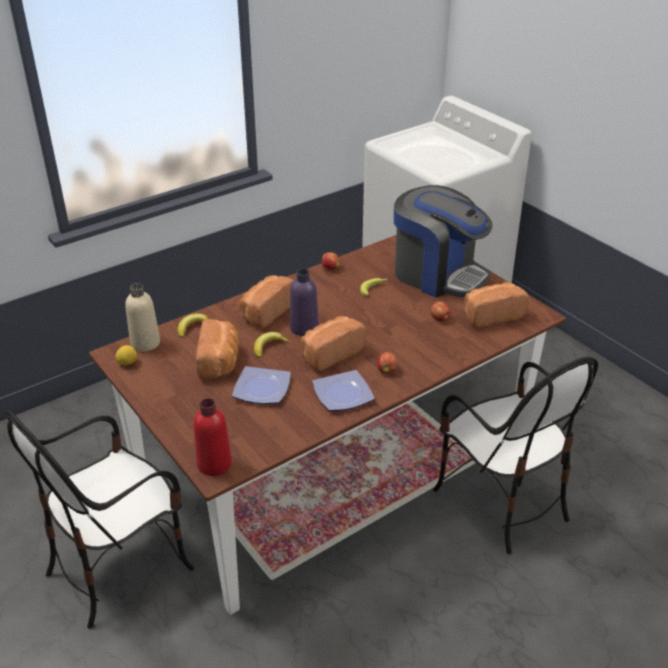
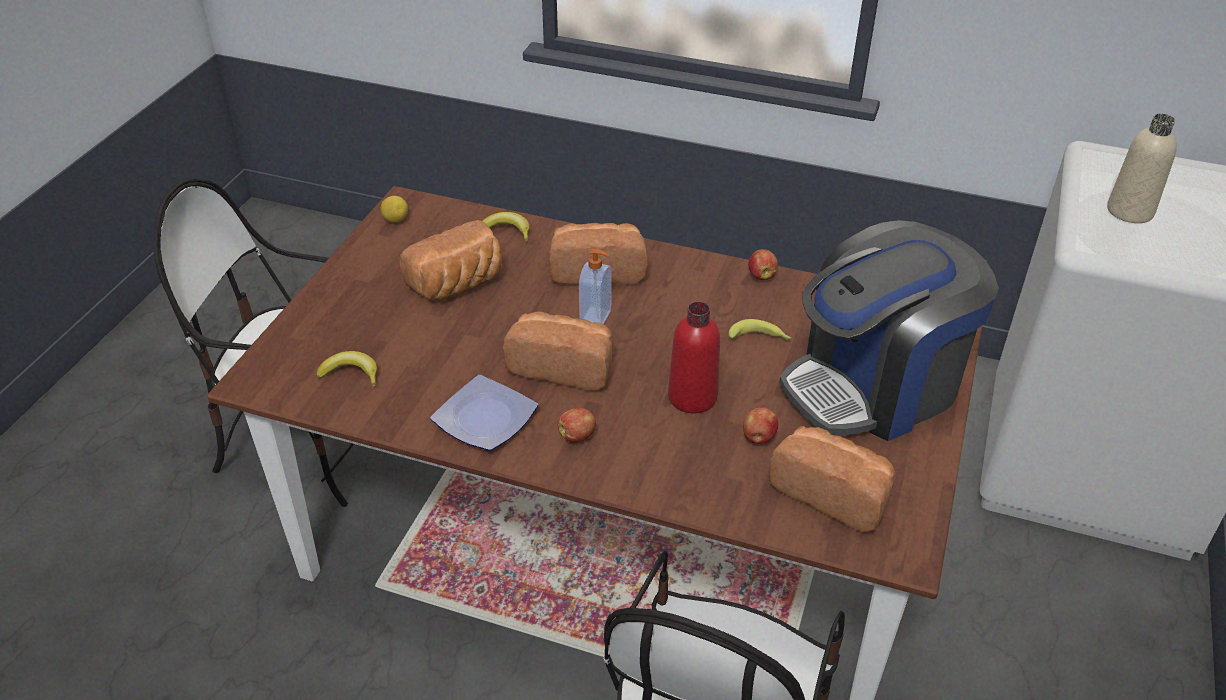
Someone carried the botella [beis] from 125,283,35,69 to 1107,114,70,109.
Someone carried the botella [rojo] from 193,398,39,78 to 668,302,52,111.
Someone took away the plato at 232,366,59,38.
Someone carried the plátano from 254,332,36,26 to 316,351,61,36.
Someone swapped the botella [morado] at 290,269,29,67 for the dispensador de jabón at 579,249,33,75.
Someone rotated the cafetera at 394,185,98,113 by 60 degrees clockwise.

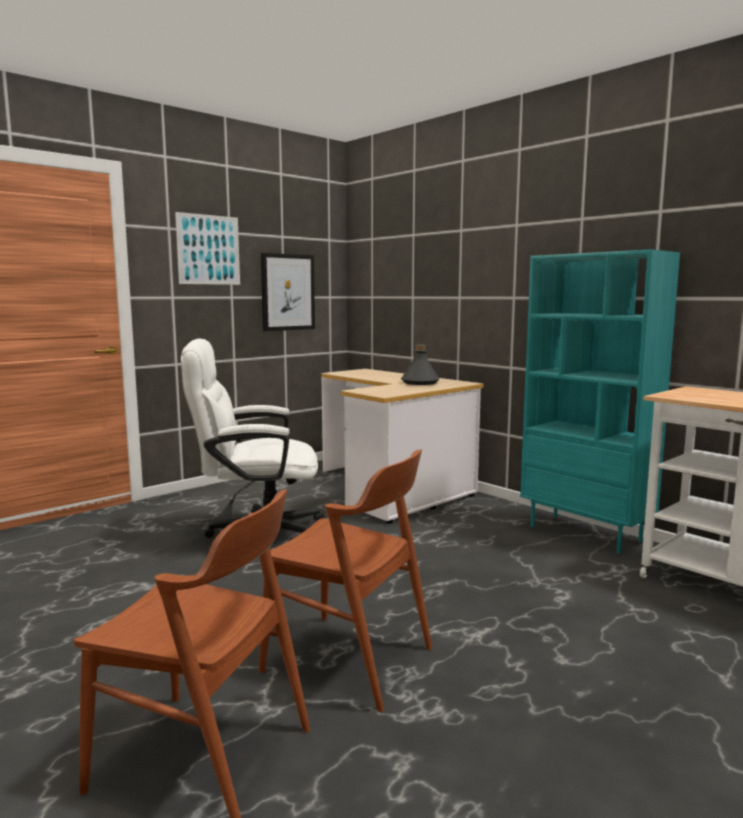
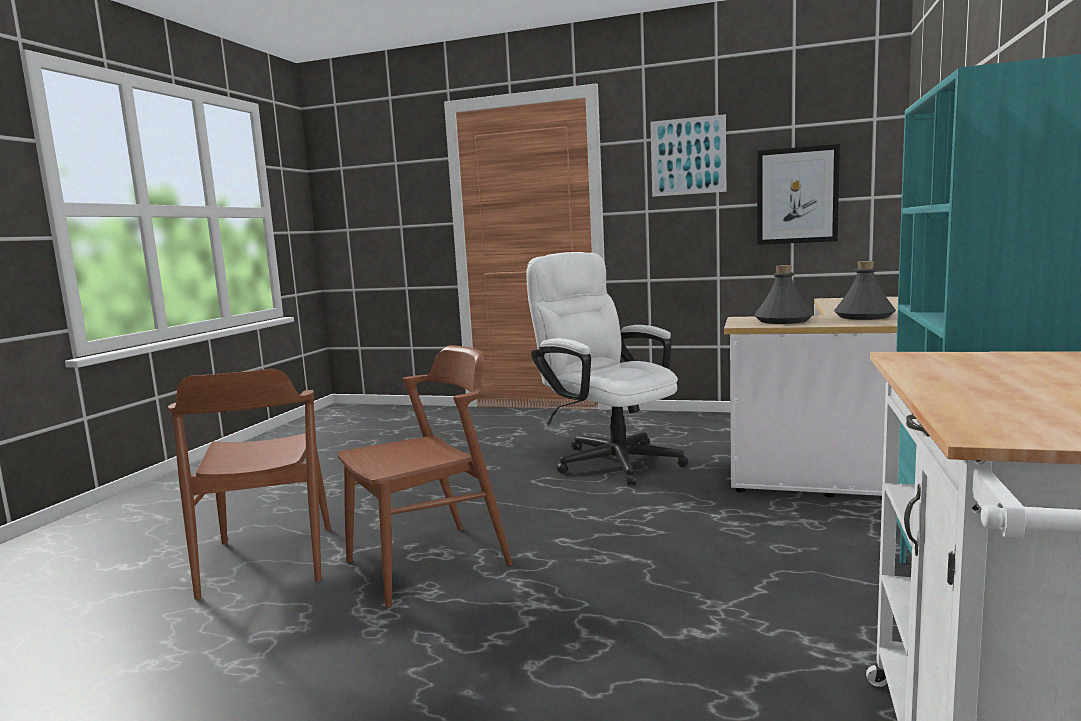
Someone rotated the silla [marrón] at 259,449,173,263 by 120 degrees counterclockwise.
Someone put down the botella [gris] at 754,265,59,59.

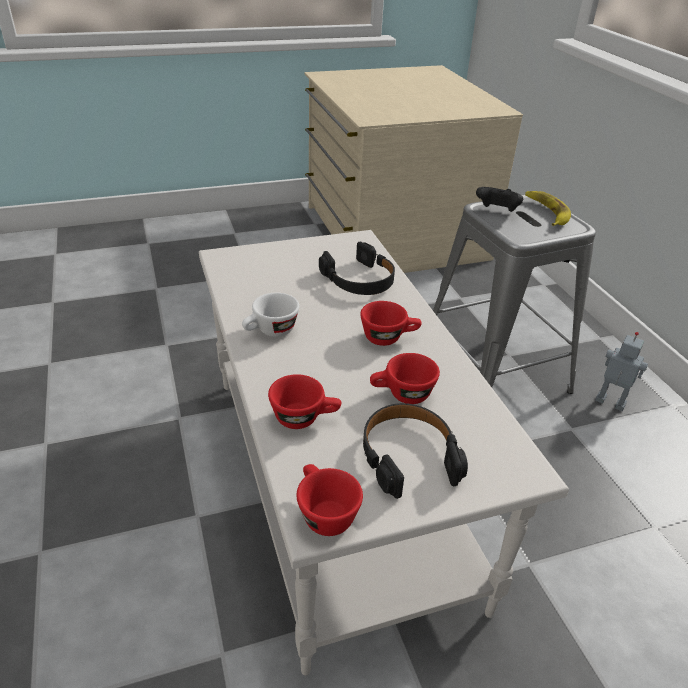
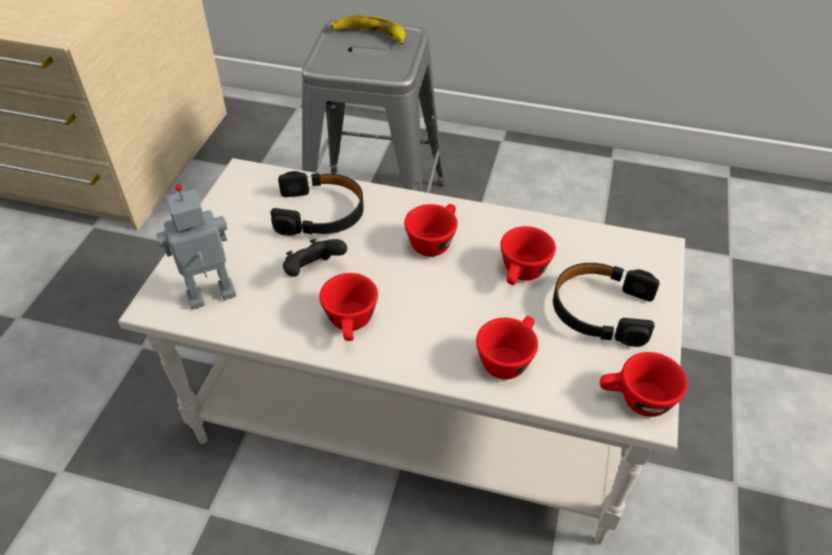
Someone repainted the taza [blanco] at 242,293,57,44, which became the taza [rojo] at 319,273,59,68.
Someone carried the mando de consola [negro] from 476,187,47,25 to 283,238,64,39.
Someone carried the robot de juguete from 595,332,53,79 to 157,185,79,124.

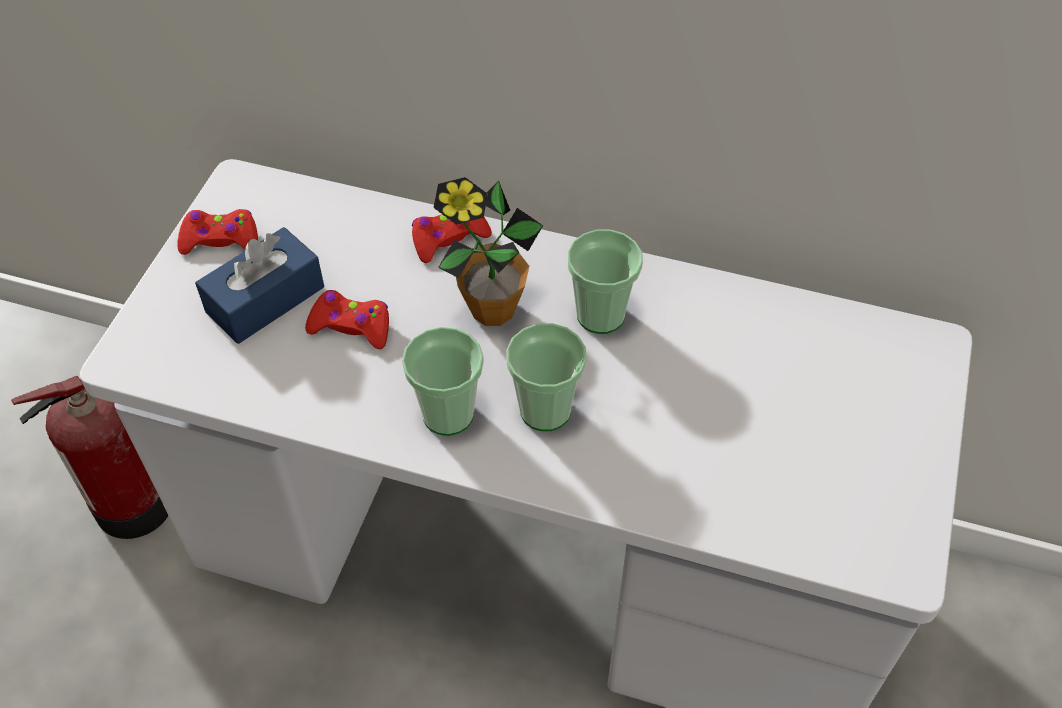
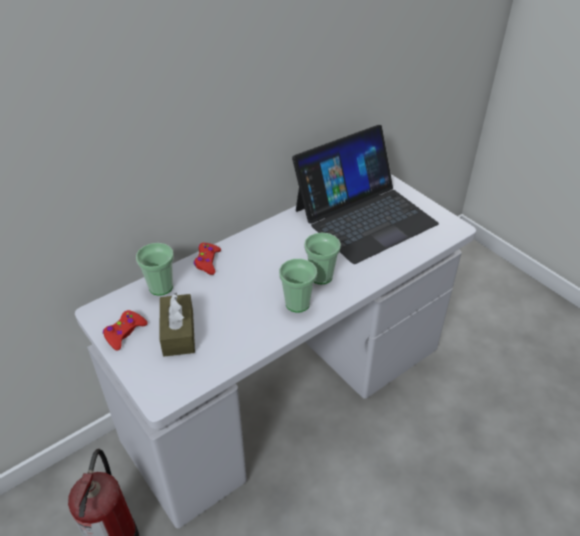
Someone repainted the caja de pañuelos [azul] at 195,227,129,117, which became the caja de pañuelos [marrón] at 160,293,35,64.
Someone took away the mando de consola [rojo] at 305,290,84,59.
Someone took away the planta en maceta at 433,177,110,149.
Someone carried the taza from 568,230,75,104 to 136,243,38,53.
Someone put down the portátil at 292,125,147,139.

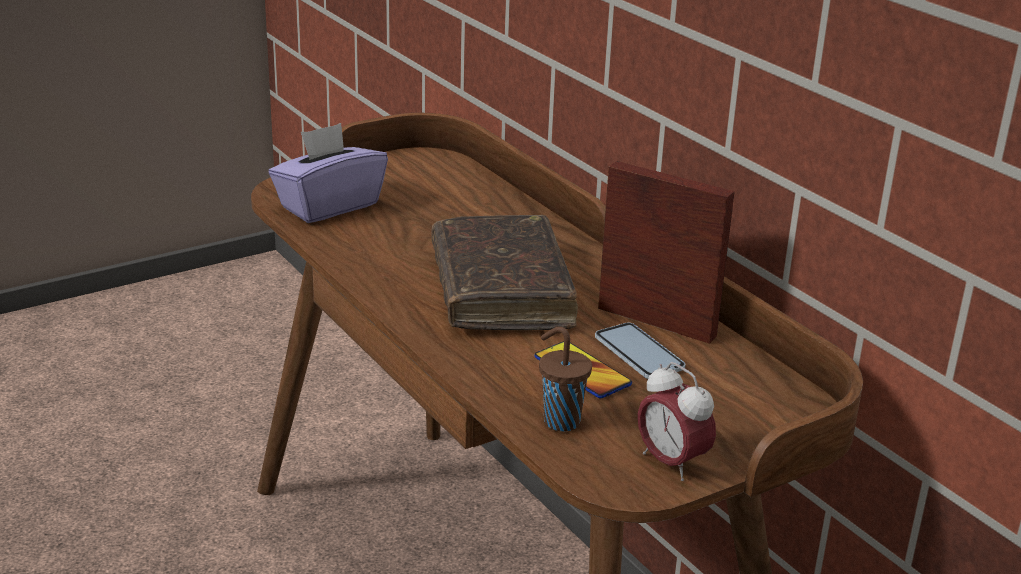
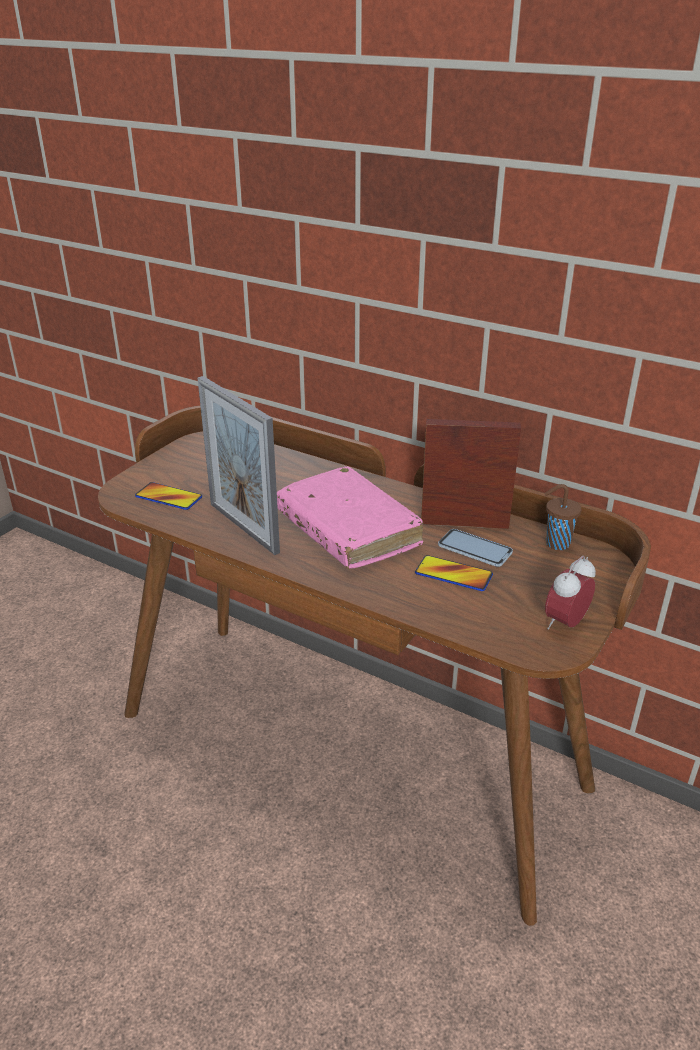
Someone swapped the caja de pañuelos [morado] at 269,123,119,100 for the móvil at 135,482,67,28.
Someone repainted the libro [marrón] at 431,215,147,115, which became the libro [rosa] at 277,466,146,103.
Someone carried the taza [marrón] from 539,326,53,105 to 544,484,38,66.
Someone rotated the despertador at 638,362,78,119 by 105 degrees clockwise.
Someone put down the portarretratos at 197,376,83,179.

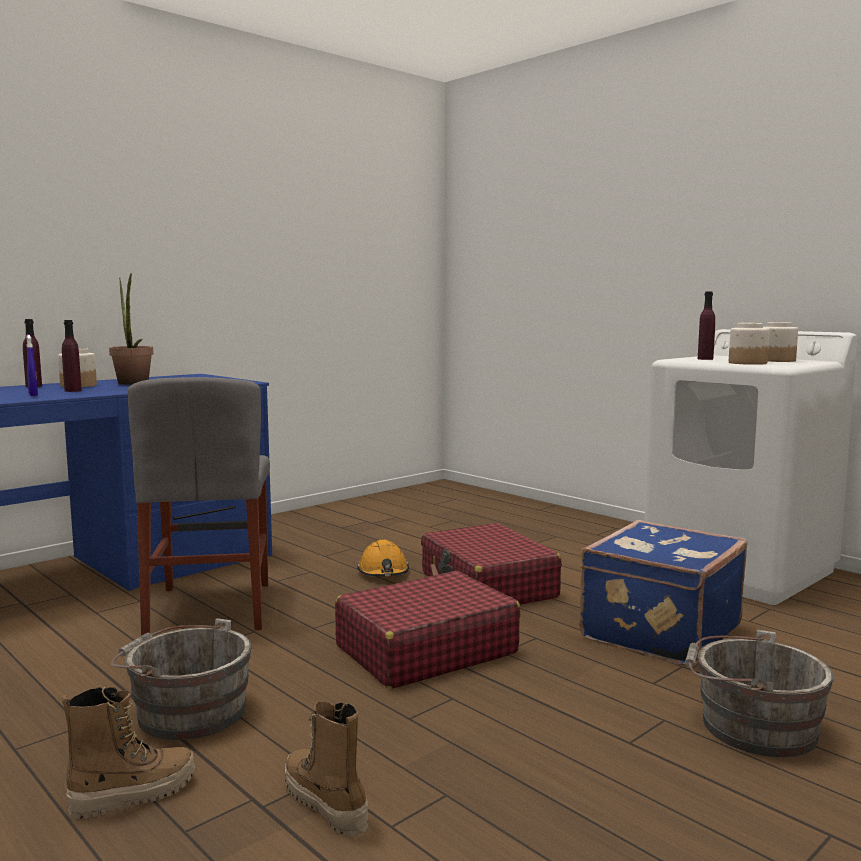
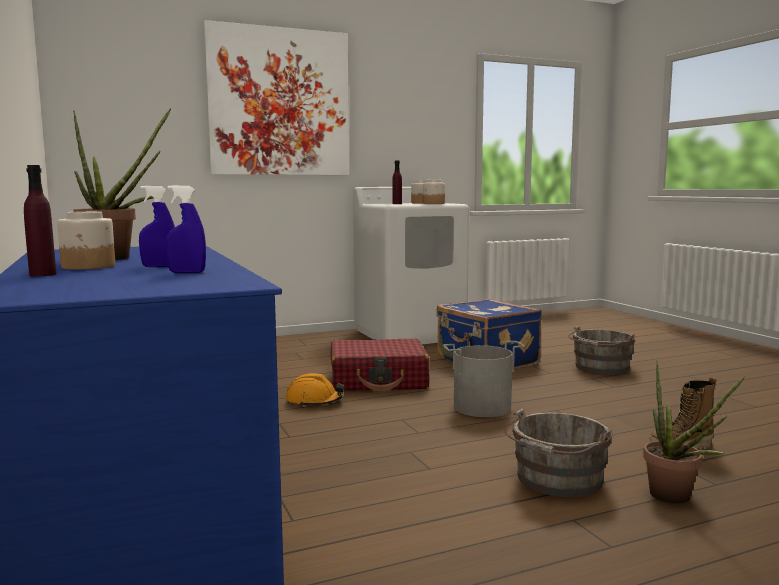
Someone swapped the botella [morado] at 62,320,20,72 for the pulverizador [azul] at 139,185,36,82.
Someone swapped the bota at 62,687,133,132 for the planta en maceta at 643,360,102,144.
Someone took away the silla [gris] at 128,377,142,259.
Someone swapped the maleta [rojo] at 335,571,186,118 for the cubo [gris] at 443,341,82,76.
Someone put up the cuadro at 203,20,147,155.

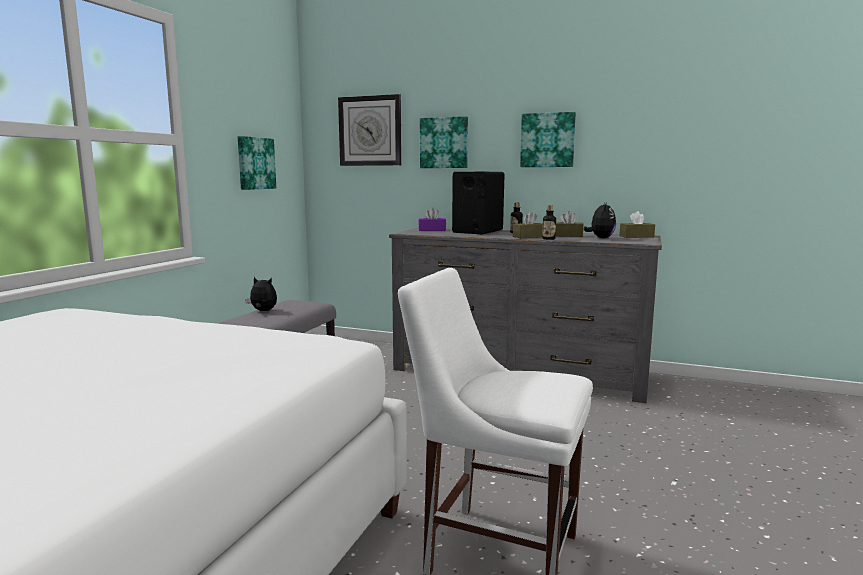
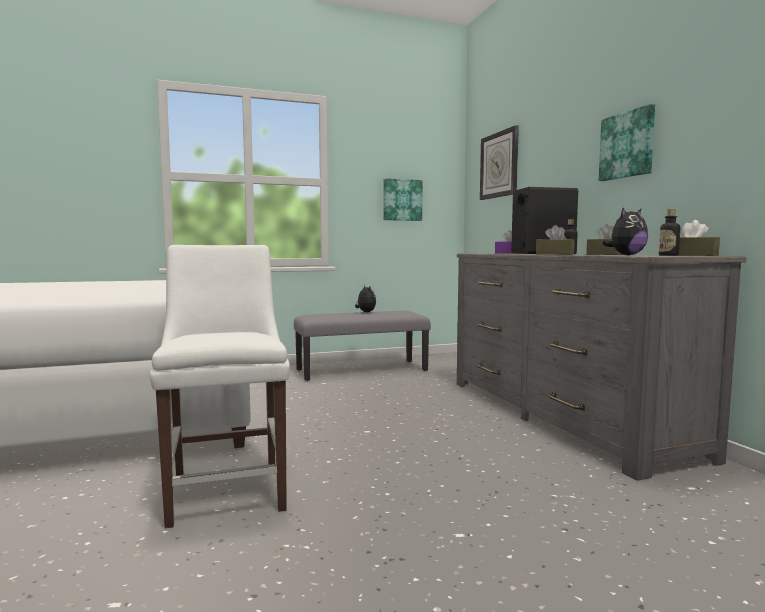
Someone took away the cuadro at 420,116,48,52.
Someone carried the botella from 542,205,14,35 to 659,209,21,47.

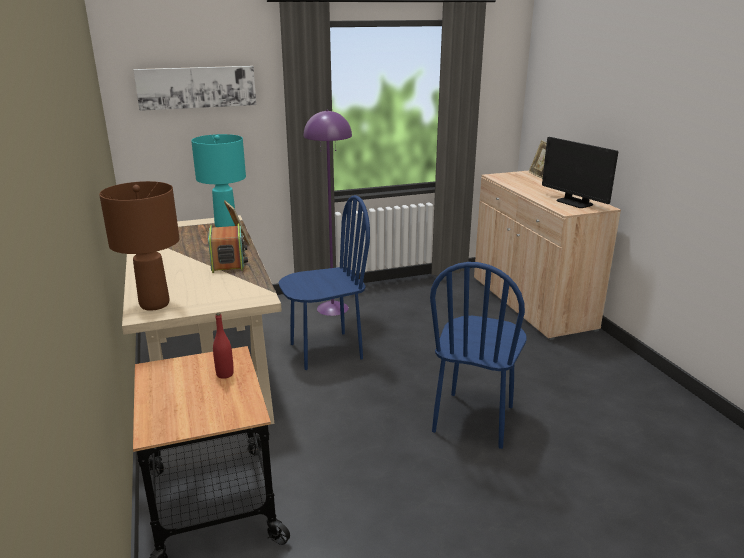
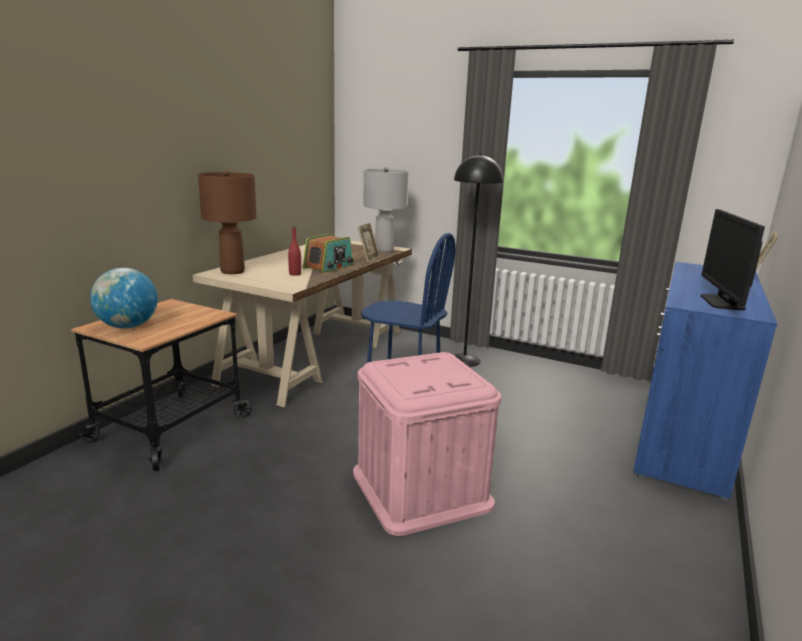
Someone took away the cuadro at 133,66,123,45.
Someone repainted the lámpara de mesa [turquesa] at 191,134,55,93, which became the lámpara de mesa [gris] at 363,167,45,86.
Someone carried the botella [rojo] from 213,313,21,66 to 288,227,13,49.
Someone repainted the lámpara de pie [morado] at 304,110,48,206, which became the lámpara de pie [negro] at 454,154,49,213.
Someone swapped the silla [azul] at 430,262,97,187 for the caja de almacenaje [rosa] at 353,352,148,184.
Someone repainted the armario [beis] at 474,171,147,169, which became the armario [azul] at 633,262,144,240.
Someone put down the globo terráqueo at 90,268,68,61.

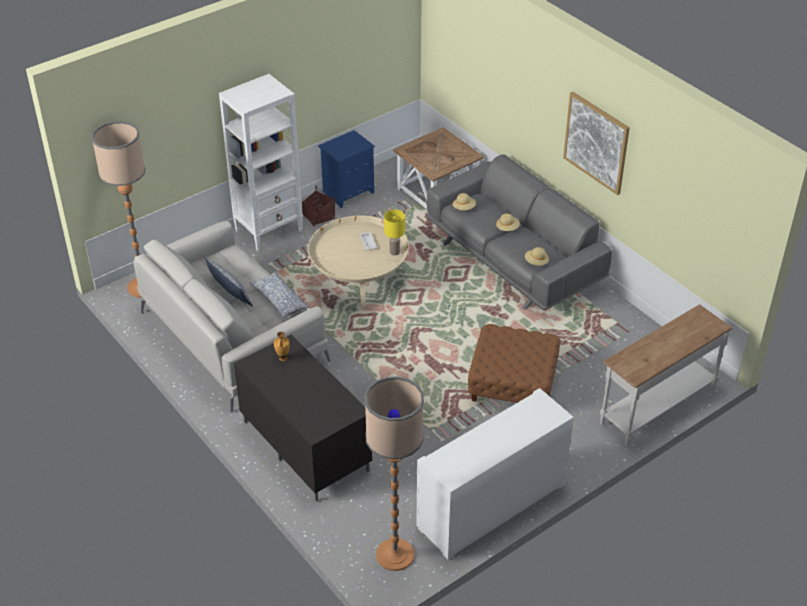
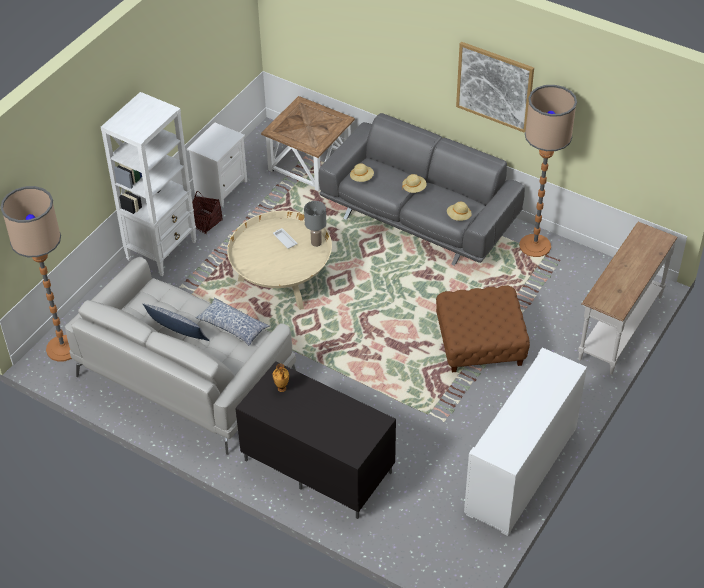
Someone repainted the mesita de noche [azul] at 318,130,57,78, which became the mesita de noche [blanco] at 187,122,60,85.
Someone carried the lámpara de pie from 364,376,60,195 to 519,85,58,172.
Someone repainted the lámpara de mesa [amarillo] at 384,210,21,46, which became the lámpara de mesa [gris] at 304,201,22,46.

